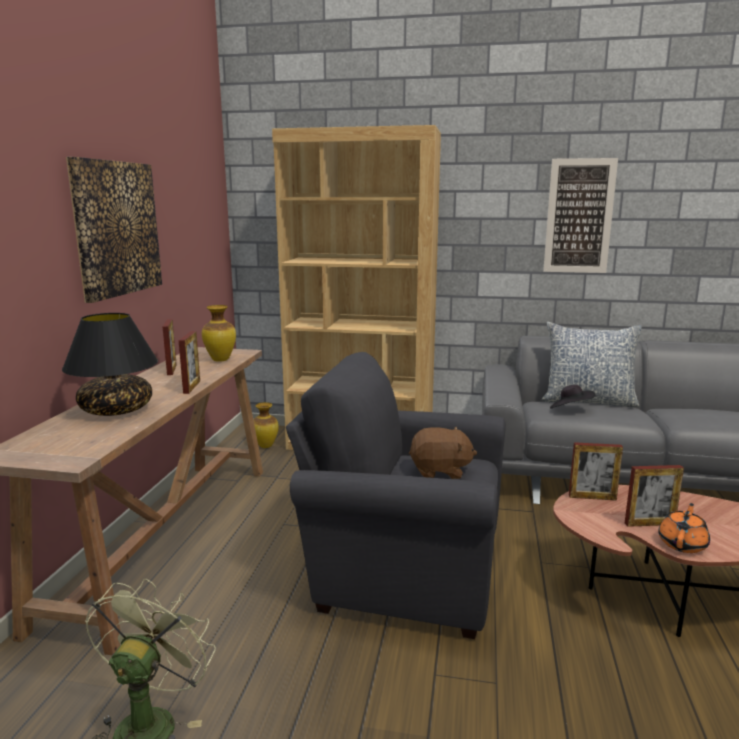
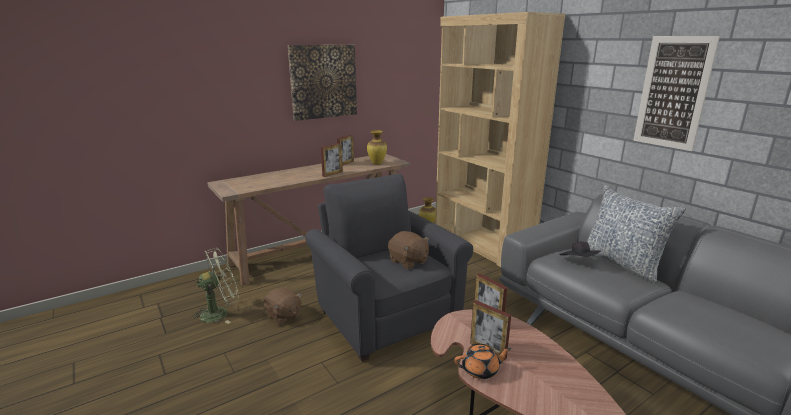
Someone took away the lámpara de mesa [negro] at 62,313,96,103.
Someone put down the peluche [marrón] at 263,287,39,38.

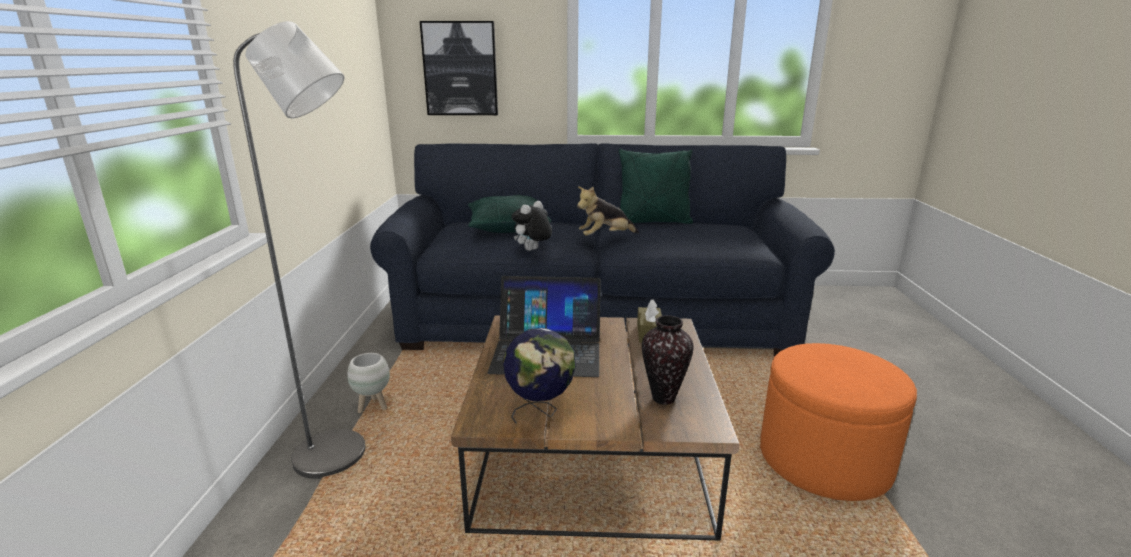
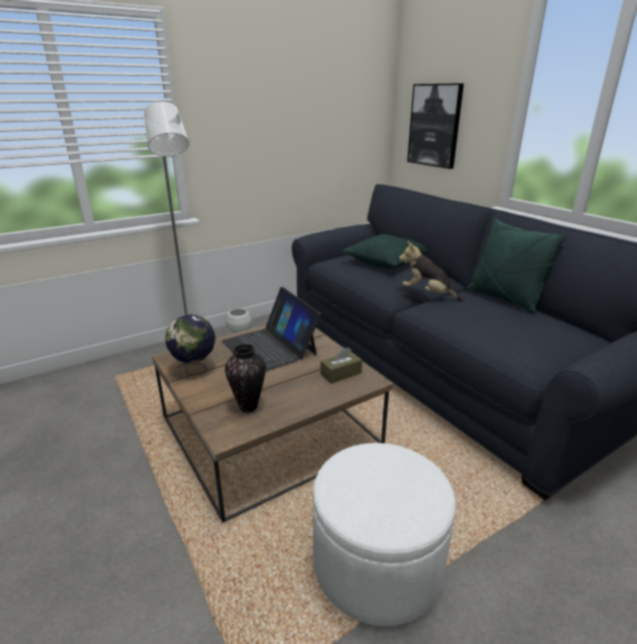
Someone took away the peluche at 511,201,41,50.
Someone repainted the puf [naranja] at 760,343,157,158, which became the puf [blanco] at 313,443,143,183.

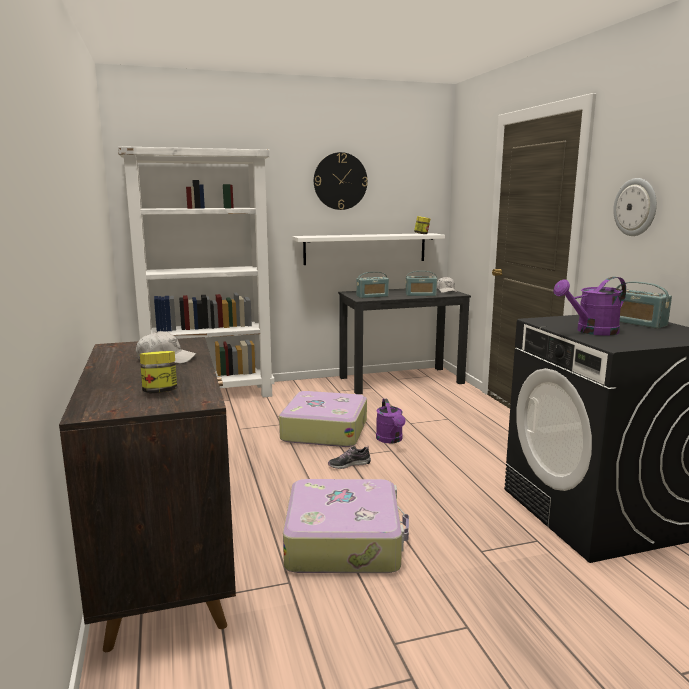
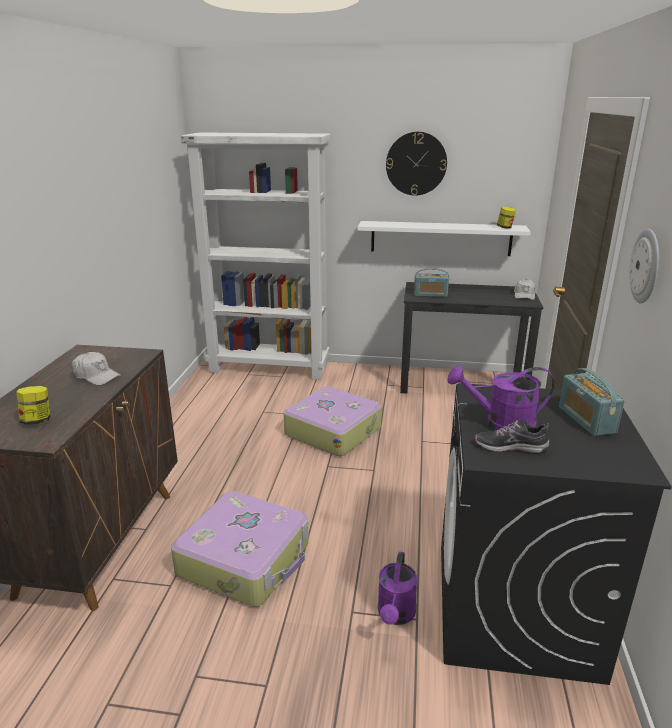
Someone carried the zapato from 328,446,43,23 to 475,419,74,34.
Someone carried the regadera [morado] from 376,399,30,44 to 378,552,40,73.
Someone took away the radio at 405,271,32,25.

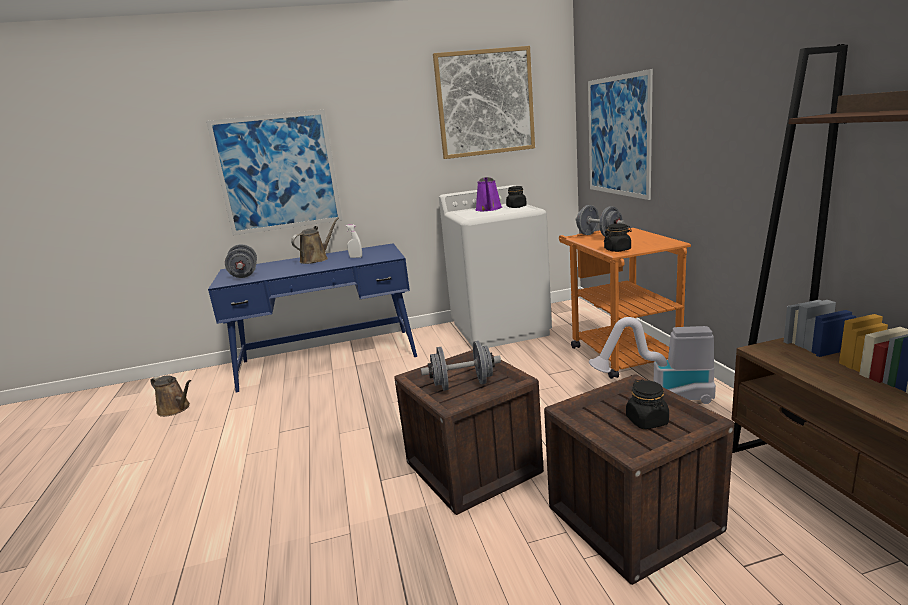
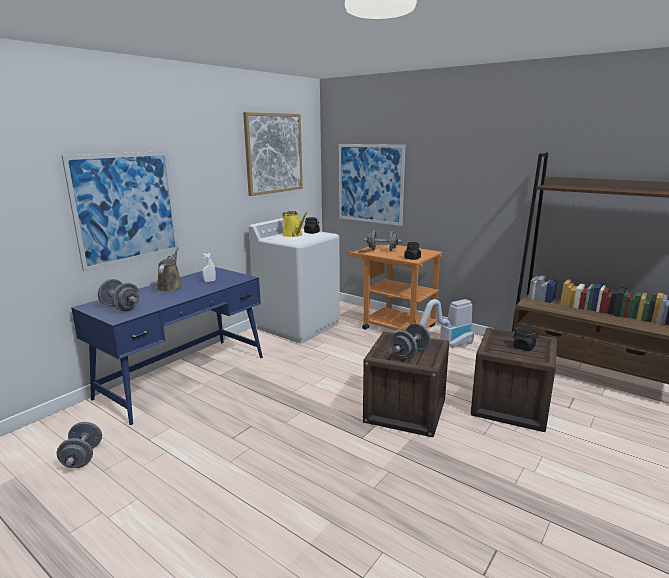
Someone swapped the regadera [marrón] at 150,376,41,41 for the mancuerna [gris] at 57,422,45,46.
Someone repainted the regadera [morado] at 475,177,27,34, which became the regadera [amarillo] at 282,211,26,26.

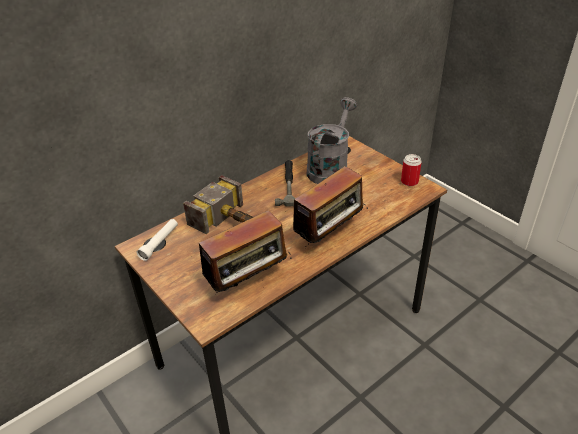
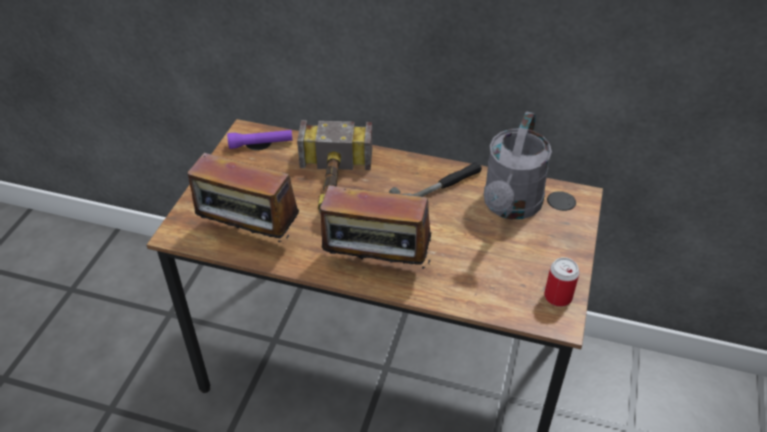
Someone repainted the linterna [blanco] at 136,219,42,42, which became the linterna [morado] at 227,130,66,19.
Someone rotated the regadera [gris] at 307,97,50,87 by 120 degrees clockwise.

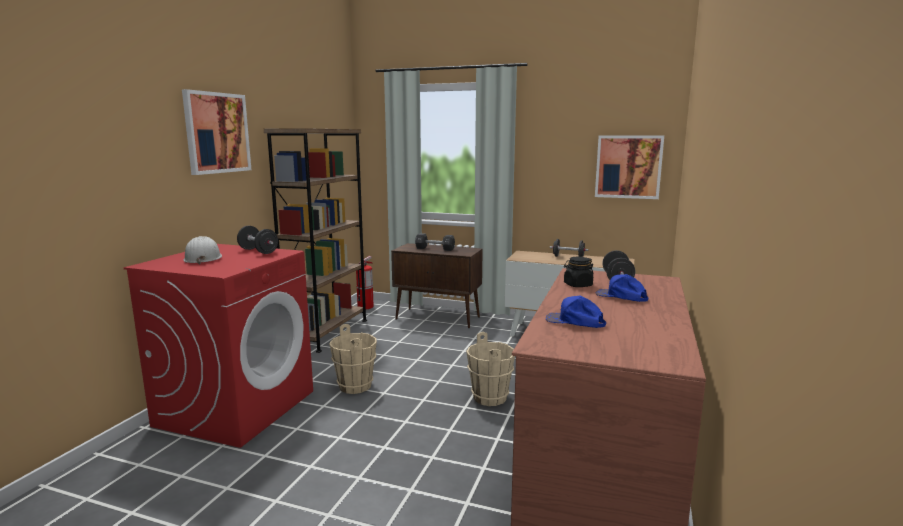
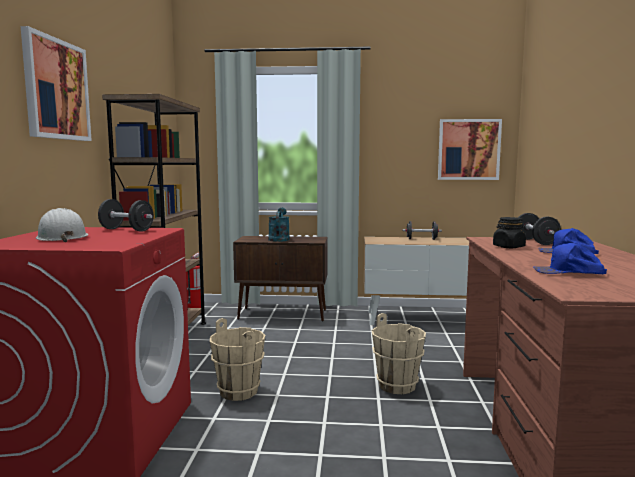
Someone swapped the mancuerna [negro] at 415,233,40,18 for the regadera [turquesa] at 268,208,22,34.

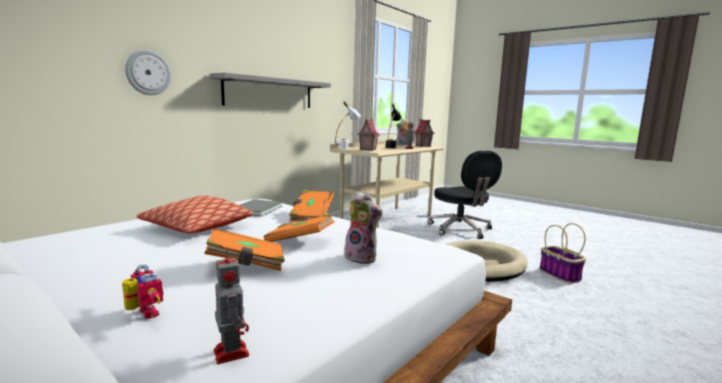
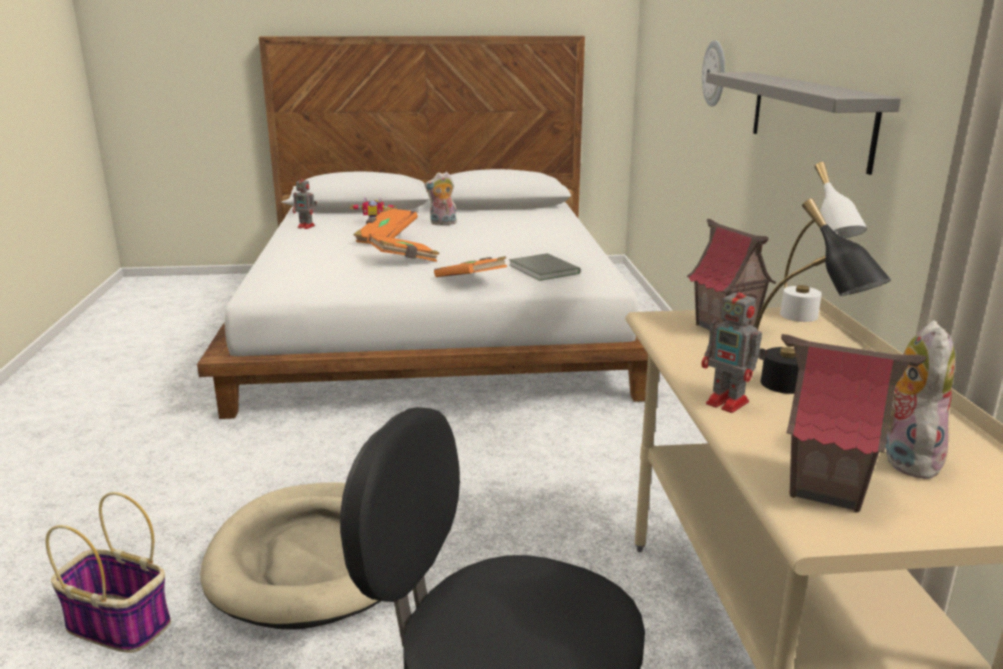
Someone took away the cojín at 137,196,117,37.
Someone carried the peluche from 343,191,39,73 to 425,172,32,53.

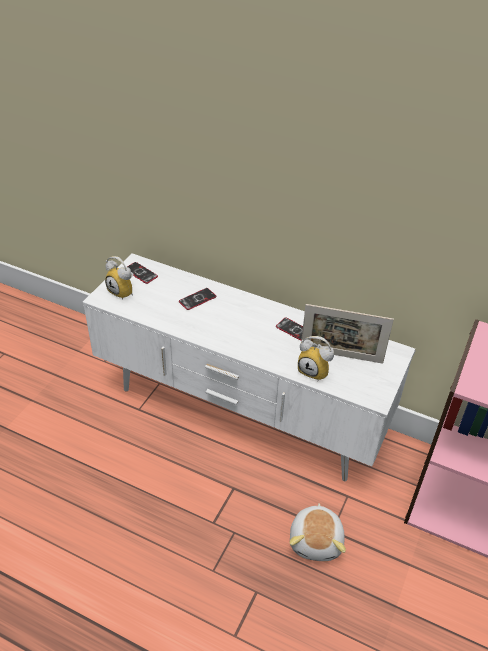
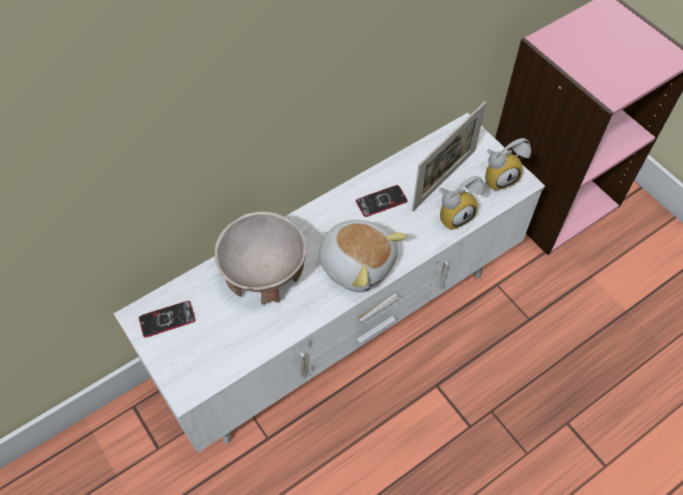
Someone carried the despertador from 105,256,29,44 to 485,138,46,53.
Someone swapped the móvil at 179,288,37,22 for the cuenco [beis] at 214,212,92,93.
Someone carried the peluche from 290,503,56,58 to 319,220,88,72.

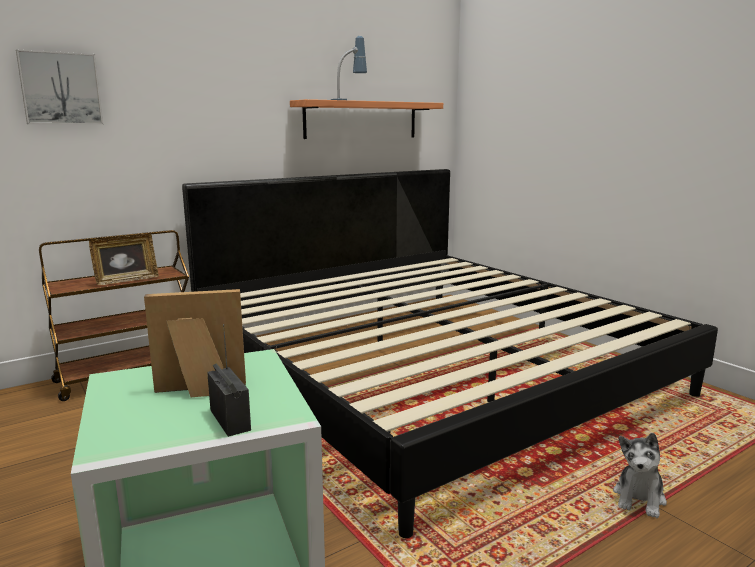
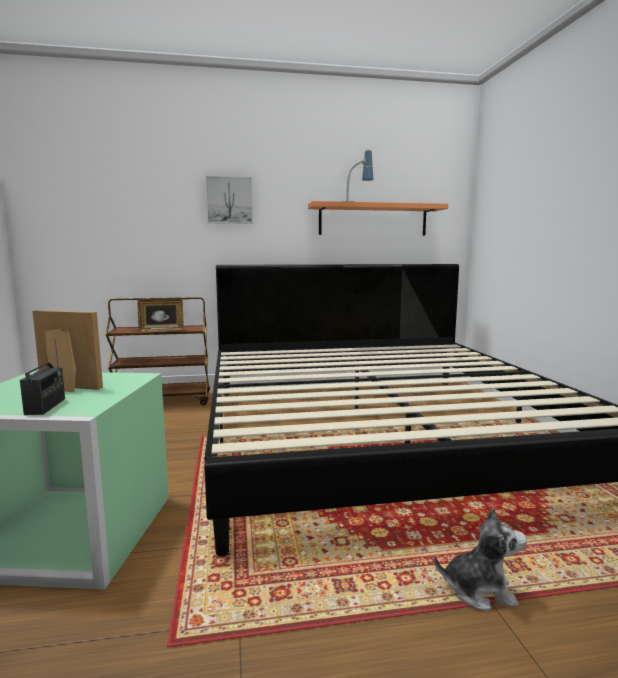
Someone carried the cuadro from 16,49,87,75 to 206,176,47,48.
Someone rotated the peluche at 613,433,54,85 by 135 degrees counterclockwise.

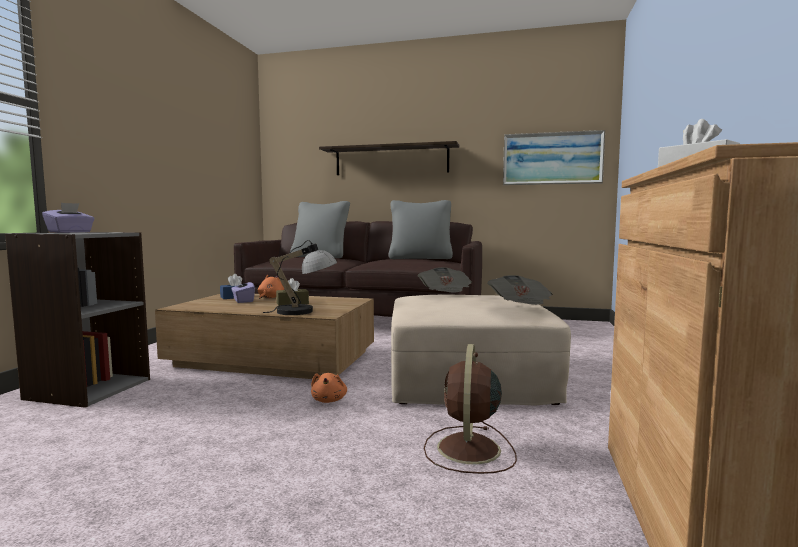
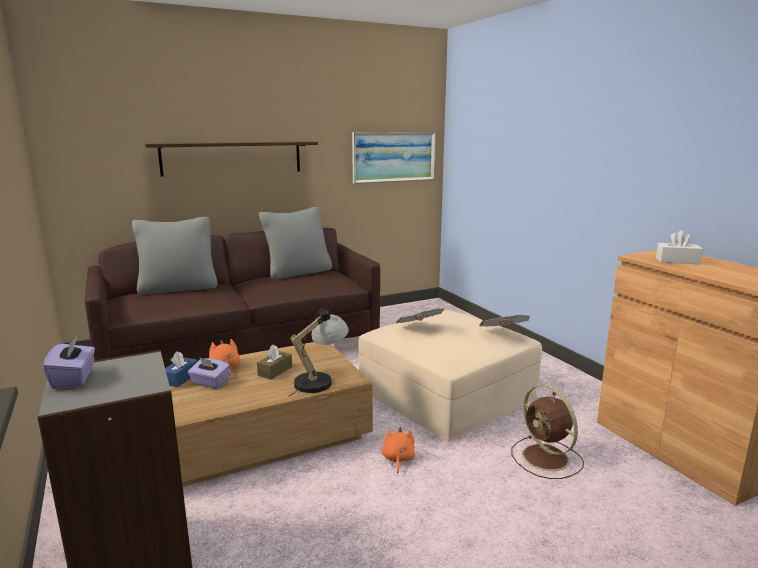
Someone rotated the peluche [naranja] at 311,373,36,30 by 135 degrees counterclockwise.

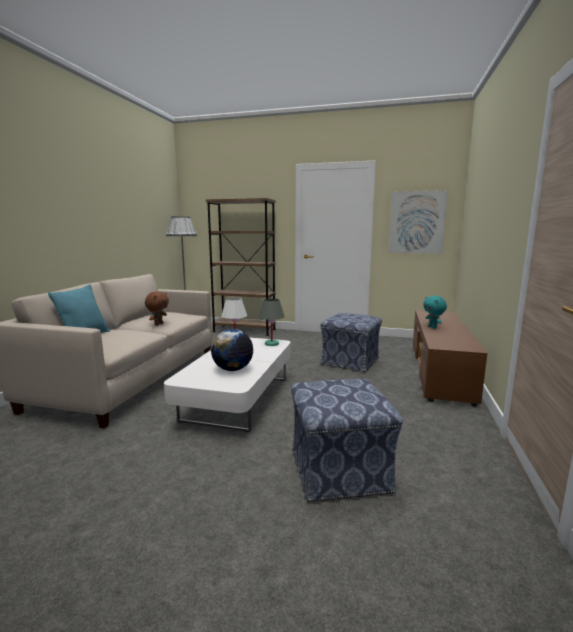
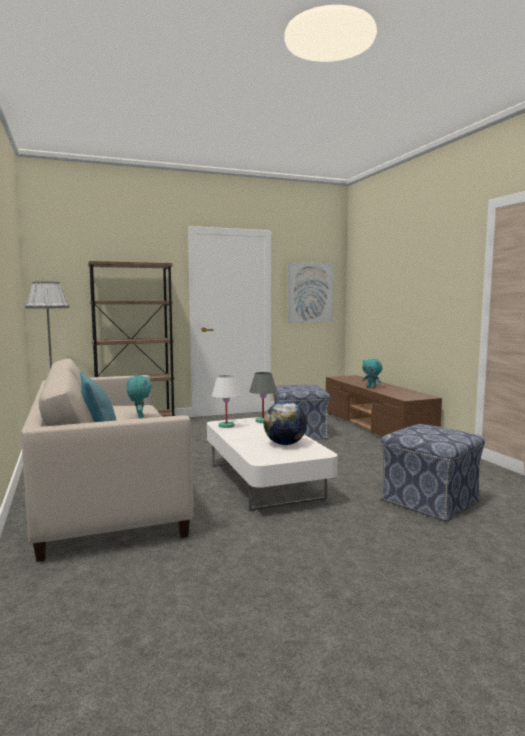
Someone repainted the peluche [marrón] at 145,291,24,35, which became the peluche [turquesa] at 127,376,24,42.

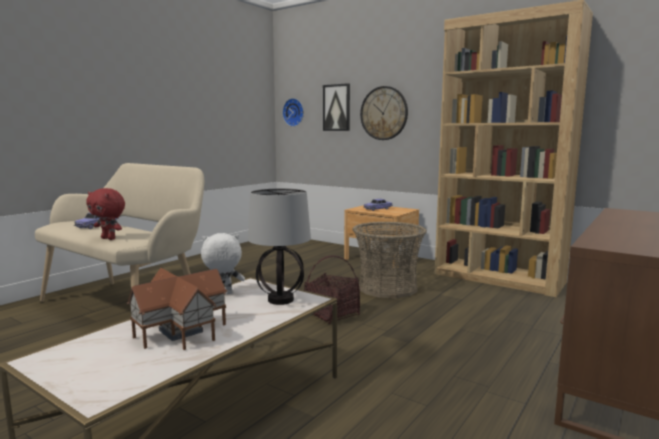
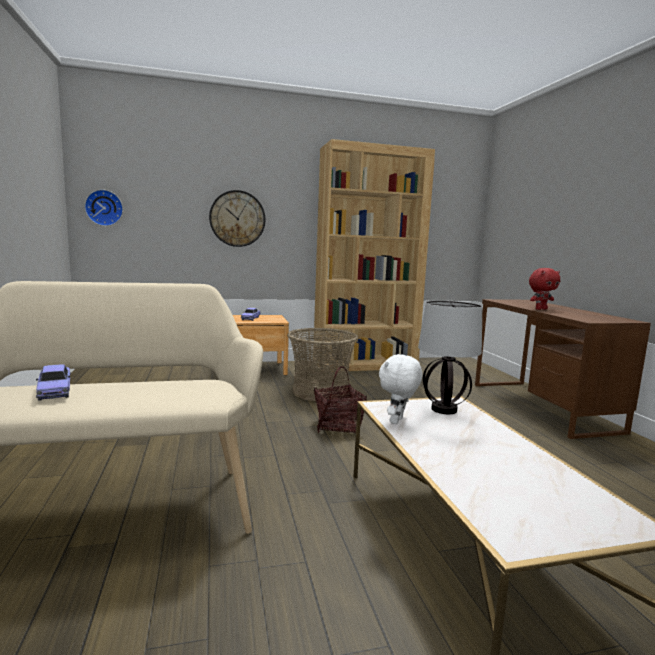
Someone carried the peluche [rojo] from 86,188,39,52 to 529,268,31,42.
Someone took away the casita at 127,268,100,82.
Someone took away the cuadro at 323,83,27,48.

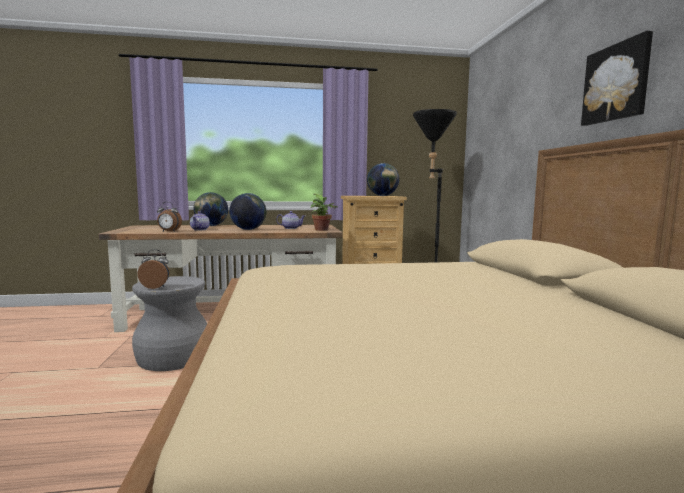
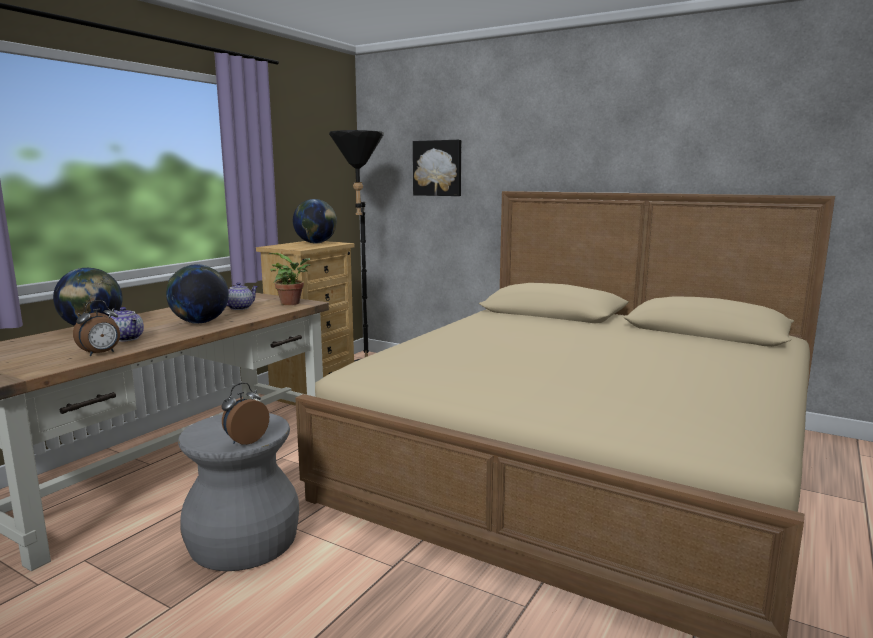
Someone carried the cuadro from 581,31,72,95 to 413,140,48,56.

